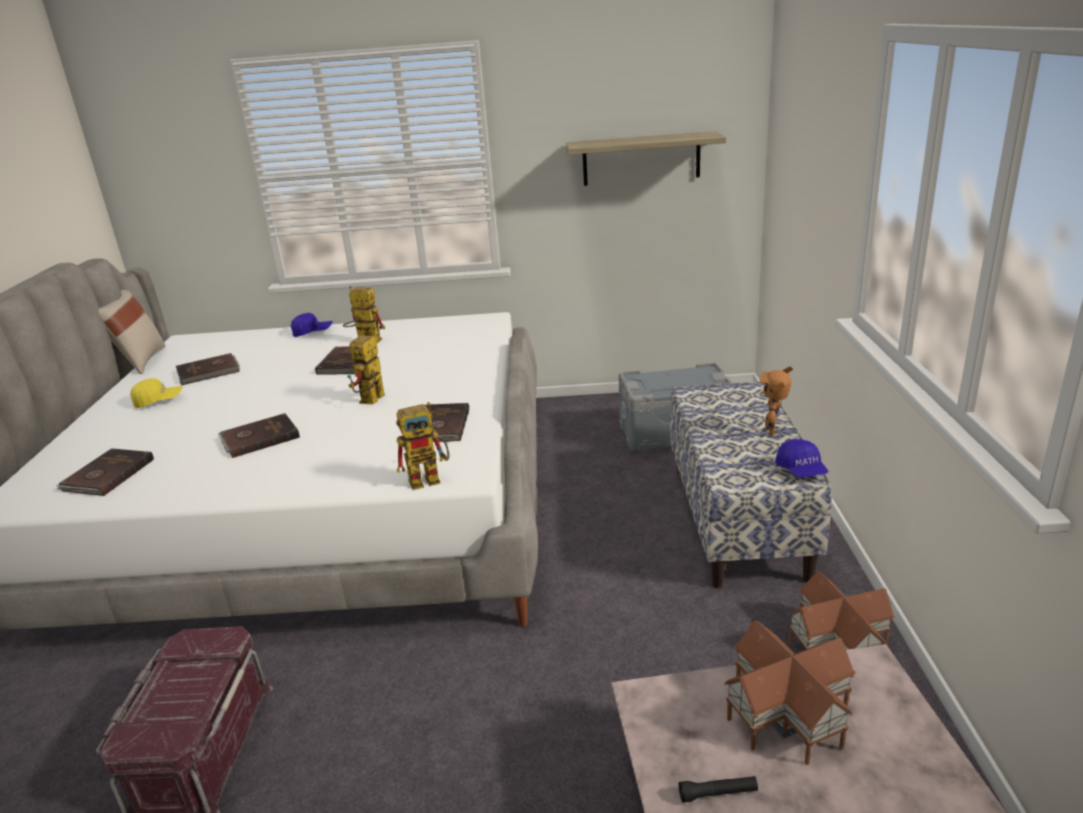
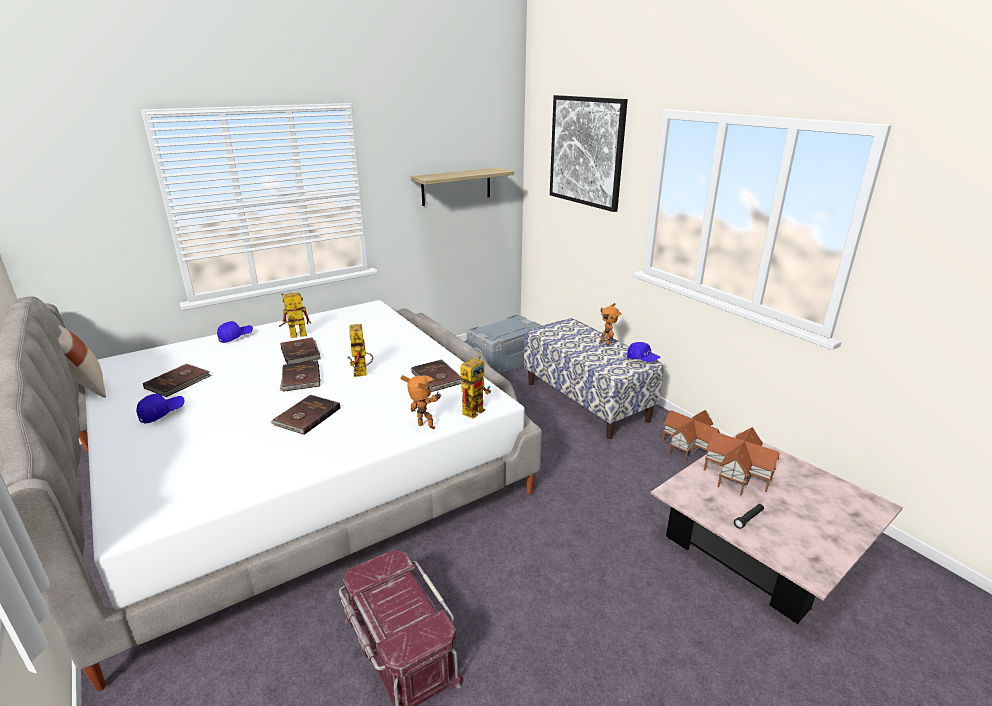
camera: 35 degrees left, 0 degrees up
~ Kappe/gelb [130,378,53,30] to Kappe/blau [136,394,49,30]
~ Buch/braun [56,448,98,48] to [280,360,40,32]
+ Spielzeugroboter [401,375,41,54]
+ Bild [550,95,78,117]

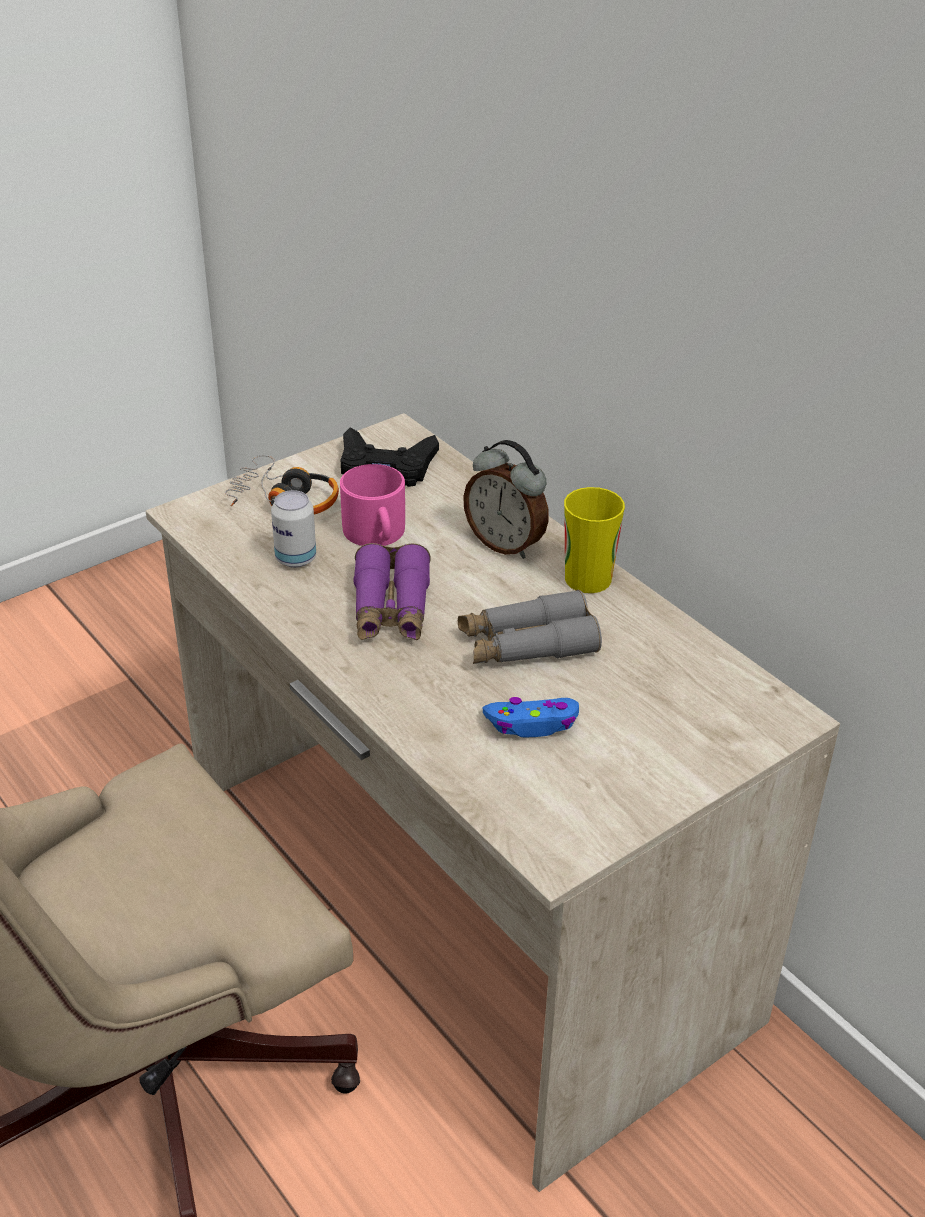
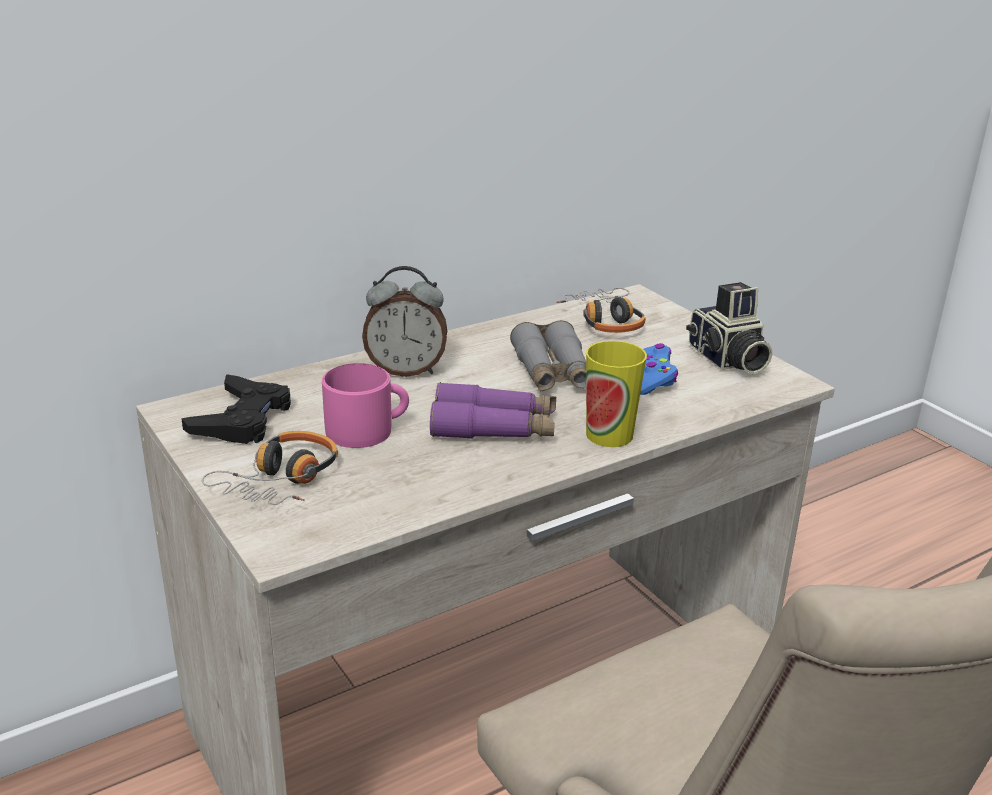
camera: 85 degrees left, 10 degrees down
~ Wecker [463,440,86,119] = [362,266,85,111] 45 degrees clockwise
+ Kopfhörer [556,288,90,45]
~ Tasse [564,487,61,106] to [586,341,61,106]
+ Kamera [686,282,87,92]
- Dose [271,490,45,78]

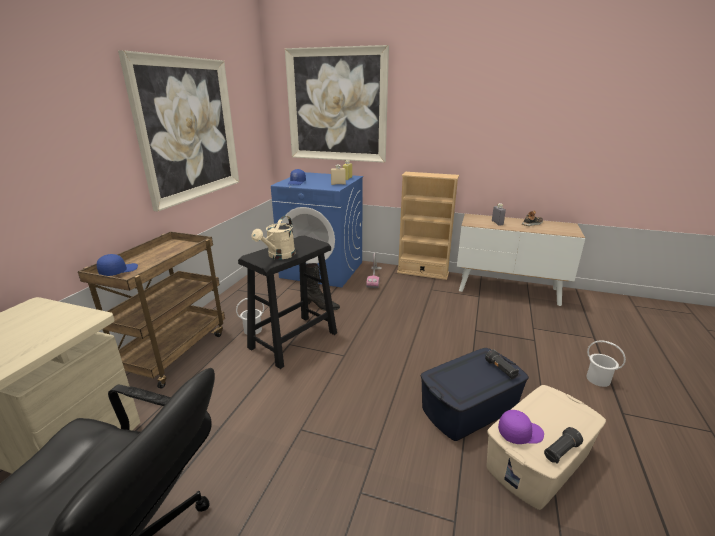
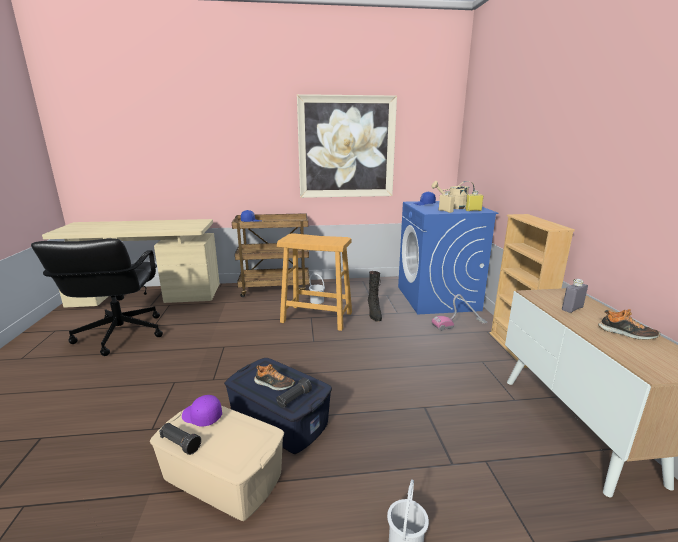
camera: 65 degrees right, 5 degrees down
~ Kappe/lila [498,410,46,34] = [182,395,40,31] 150 degrees clockwise
+ Schuh [254,364,41,26]
~ Hocker/schwarz [238,236,99,133] to Hocker/beige [277,233,75,98]
~ Gießkanne/beige [252,216,43,43] to [431,181,44,28]
- Bild [285,45,104,118]

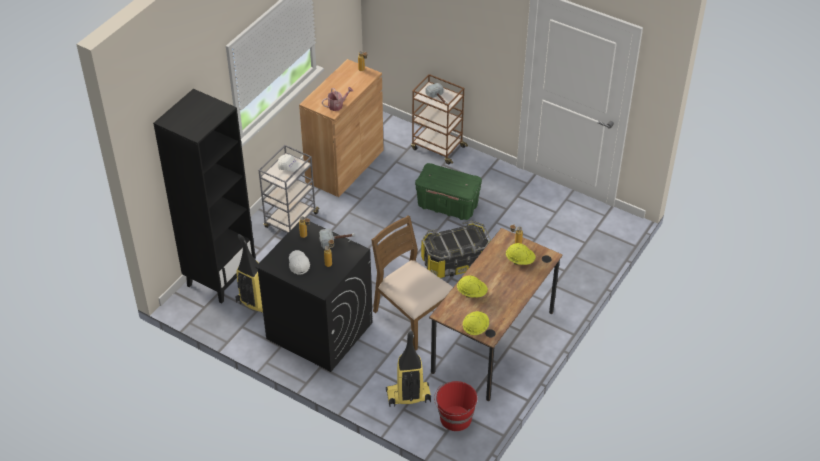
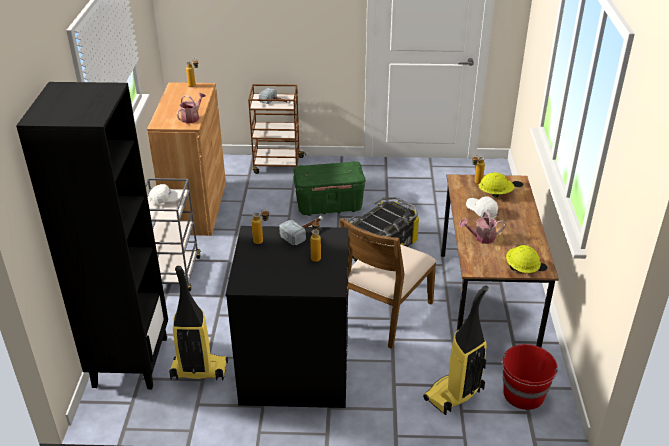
camera: 30 degrees left, 10 degrees down
~ Stuhl/braun [371,215,82,136] = [340,218,96,131] 75 degrees counterclockwise
~ Schutzhelm/gelb [457,275,31,23] to Gießkanne [460,211,46,33]
~ Kappe/weiß [289,250,21,25] to [466,196,32,23]

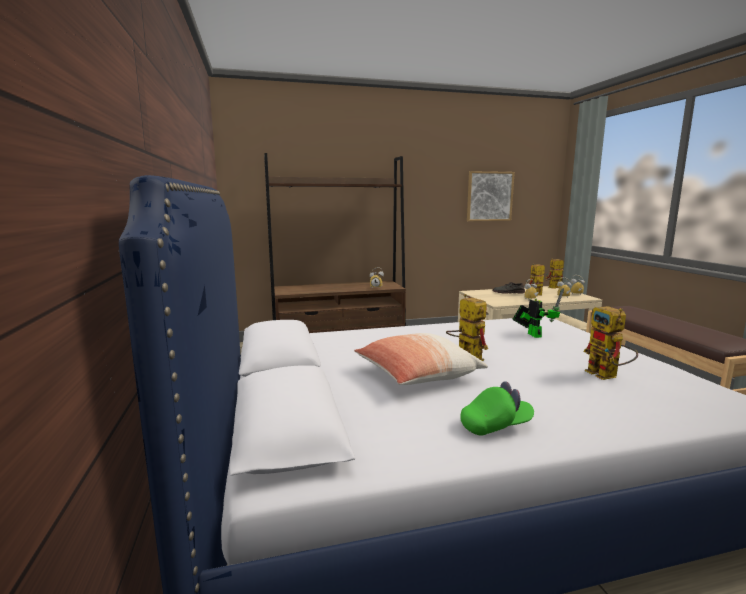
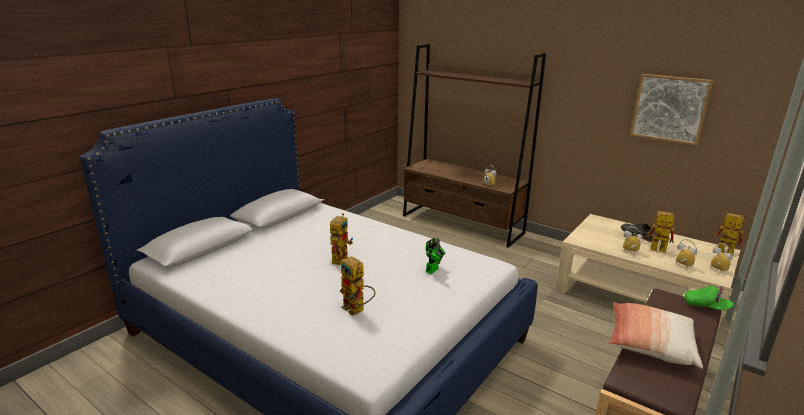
camera: 50 degrees right, 10 degrees up
~ Spielzeugroboter [584,306,54,74] = [340,256,35,60] 75 degrees counterclockwise
~ Kissen [354,333,134,52] to [608,302,95,67]
~ Kappe/grün [460,381,74,55] to [684,286,50,24]

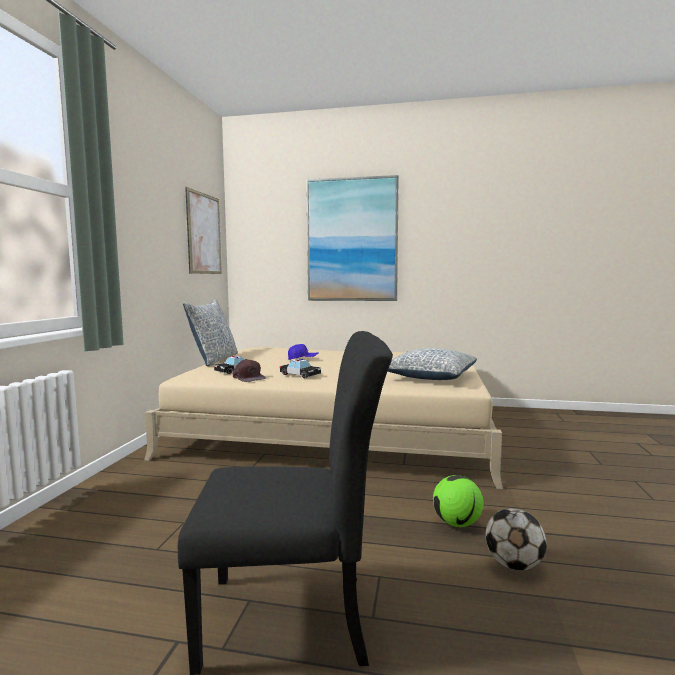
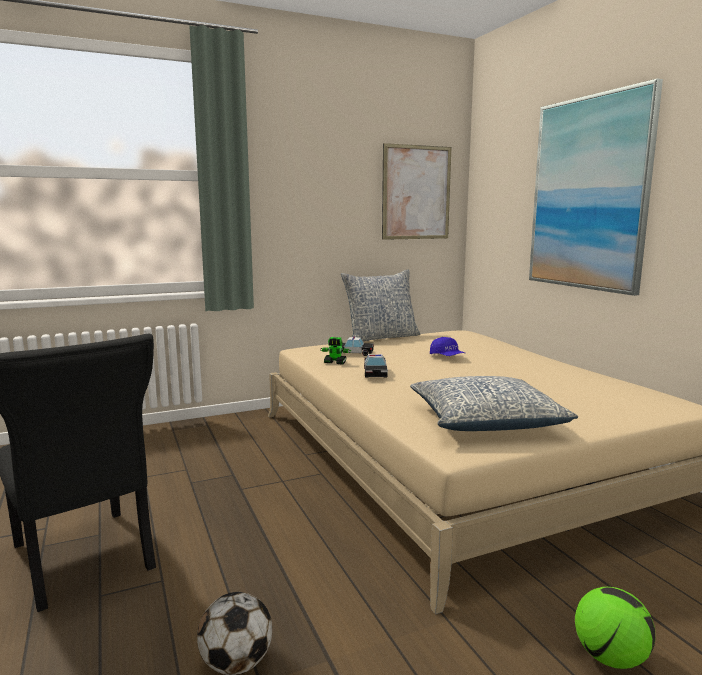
camera: 55 degrees right, 5 degrees up
~ Kappe/braun [233,359,33,23] to Spielzeugroboter [321,337,30,28]
~ Fußball [433,475,50,52] to [575,587,80,82]

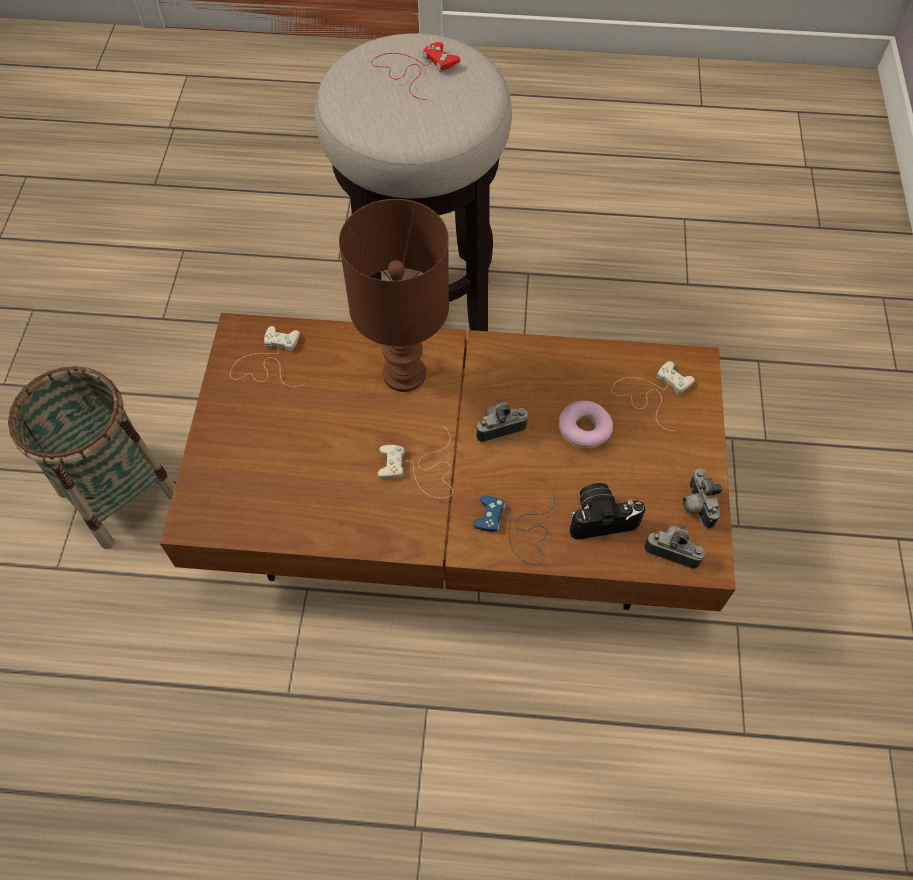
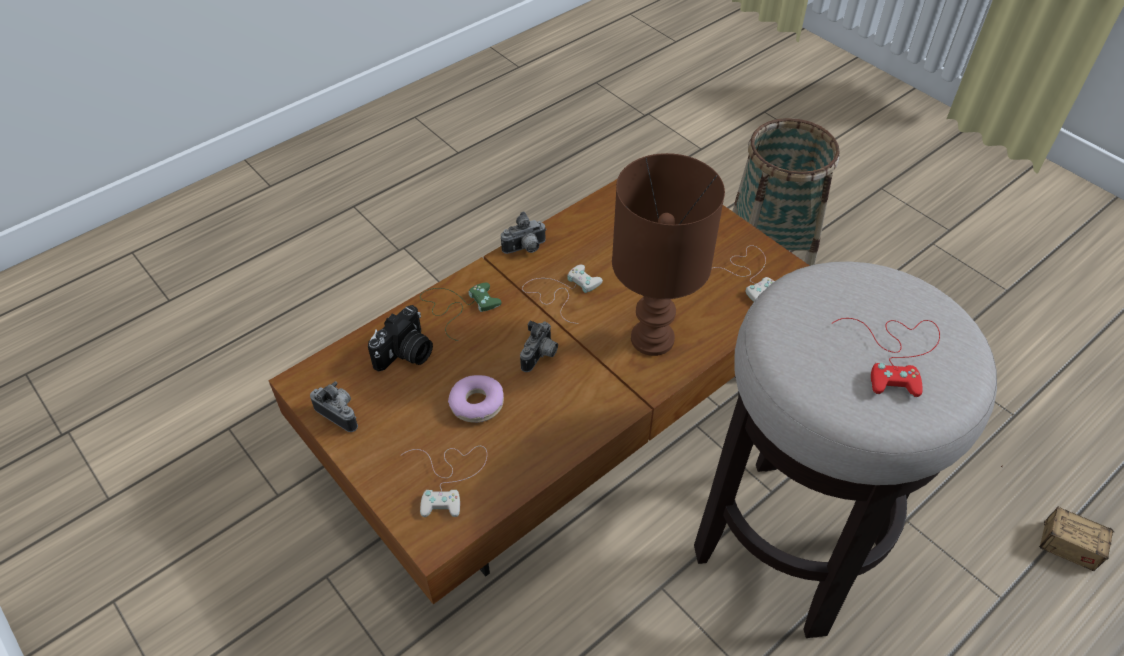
camera: 135 degrees right, 10 degrees down
~ Gamepad/blau [473,490,82,75] to Gamepad/grün [420,283,81,58]
~ Kamera [644,524,61,45] to [501,211,46,43]
+ Aufbewahrungsbox [1001,465,113,107]

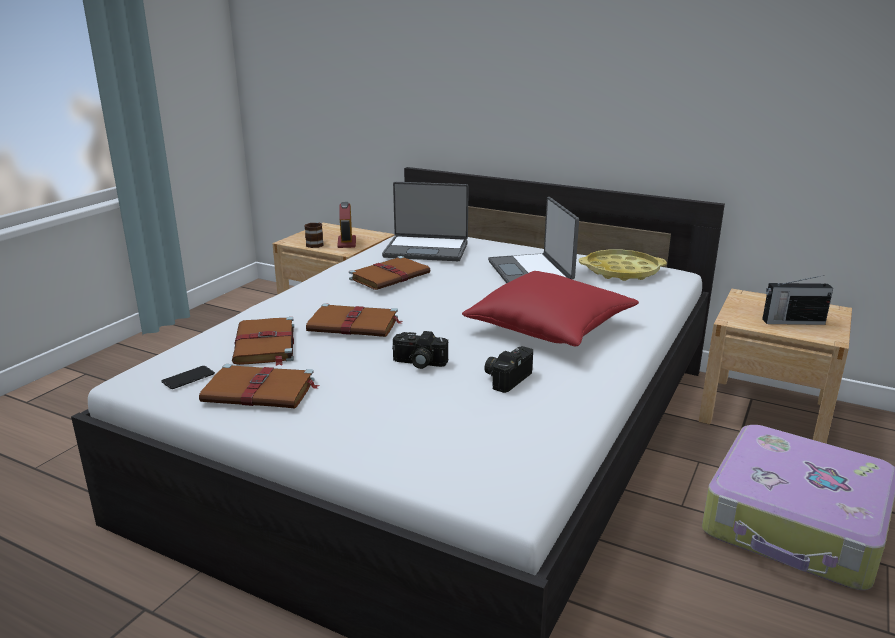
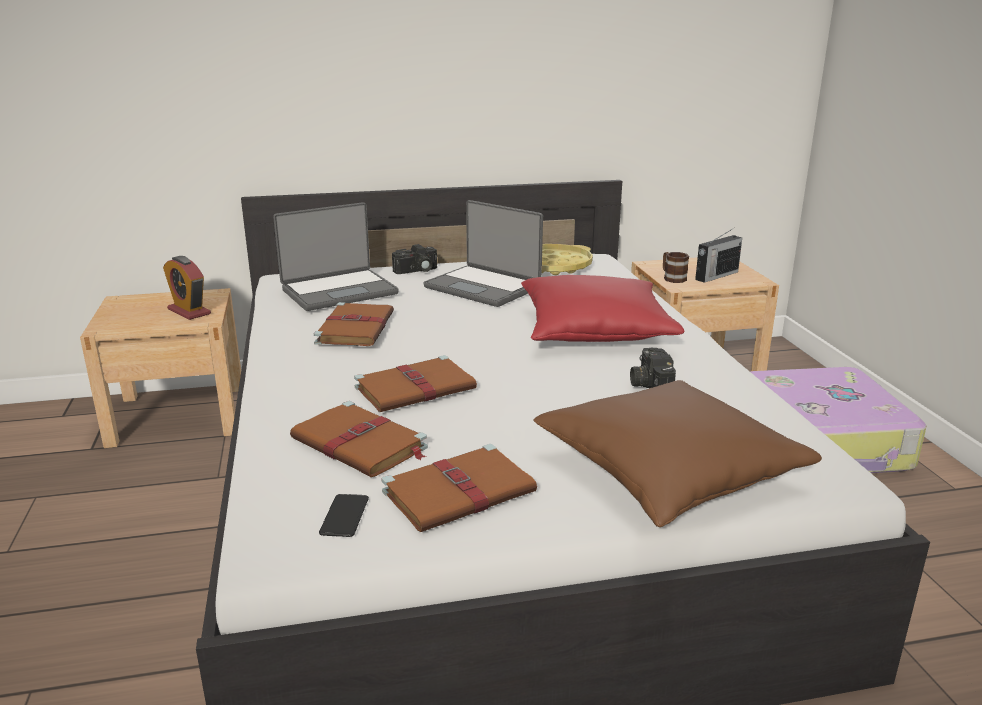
camera: 40 degrees left, 0 degrees up
~ Kamera [392,331,56,38] to [392,244,45,30]
+ Kissen/braun [533,380,289,147]
~ Henkelbecher/braun [304,223,20,25] to [663,252,26,31]

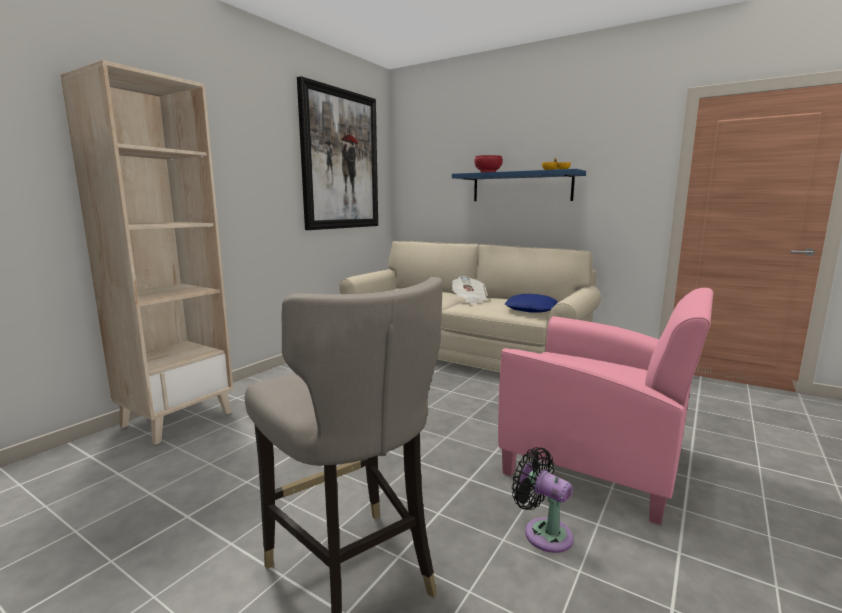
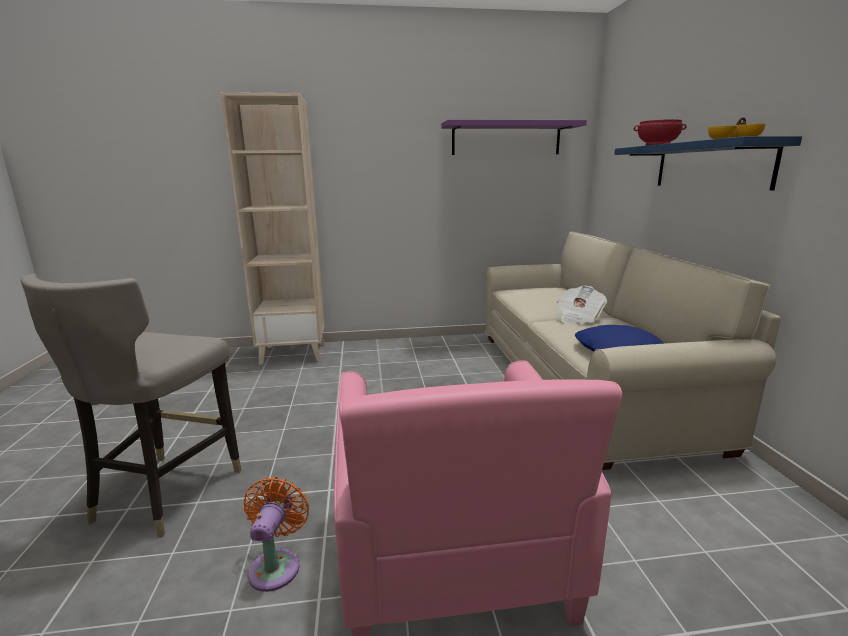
camera: 50 degrees right, 5 degrees up
~ Ventilator/schwarz [512,447,61,106] to Ventilator/orange [243,477,66,115]
~ Bild [297,76,81,154] to Wandregal/lila [441,120,146,35]

